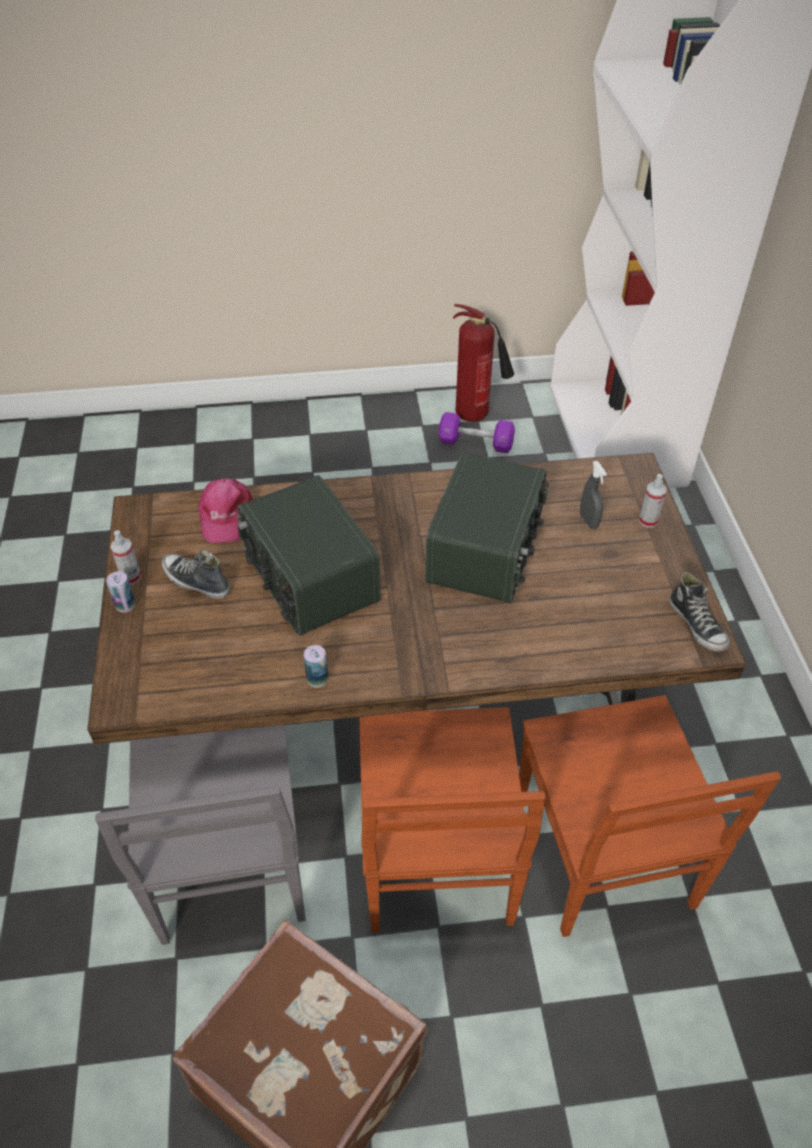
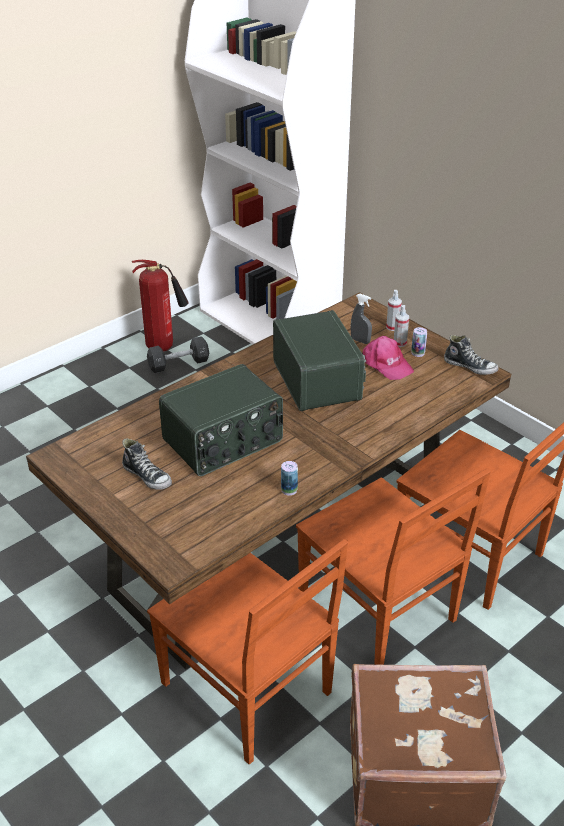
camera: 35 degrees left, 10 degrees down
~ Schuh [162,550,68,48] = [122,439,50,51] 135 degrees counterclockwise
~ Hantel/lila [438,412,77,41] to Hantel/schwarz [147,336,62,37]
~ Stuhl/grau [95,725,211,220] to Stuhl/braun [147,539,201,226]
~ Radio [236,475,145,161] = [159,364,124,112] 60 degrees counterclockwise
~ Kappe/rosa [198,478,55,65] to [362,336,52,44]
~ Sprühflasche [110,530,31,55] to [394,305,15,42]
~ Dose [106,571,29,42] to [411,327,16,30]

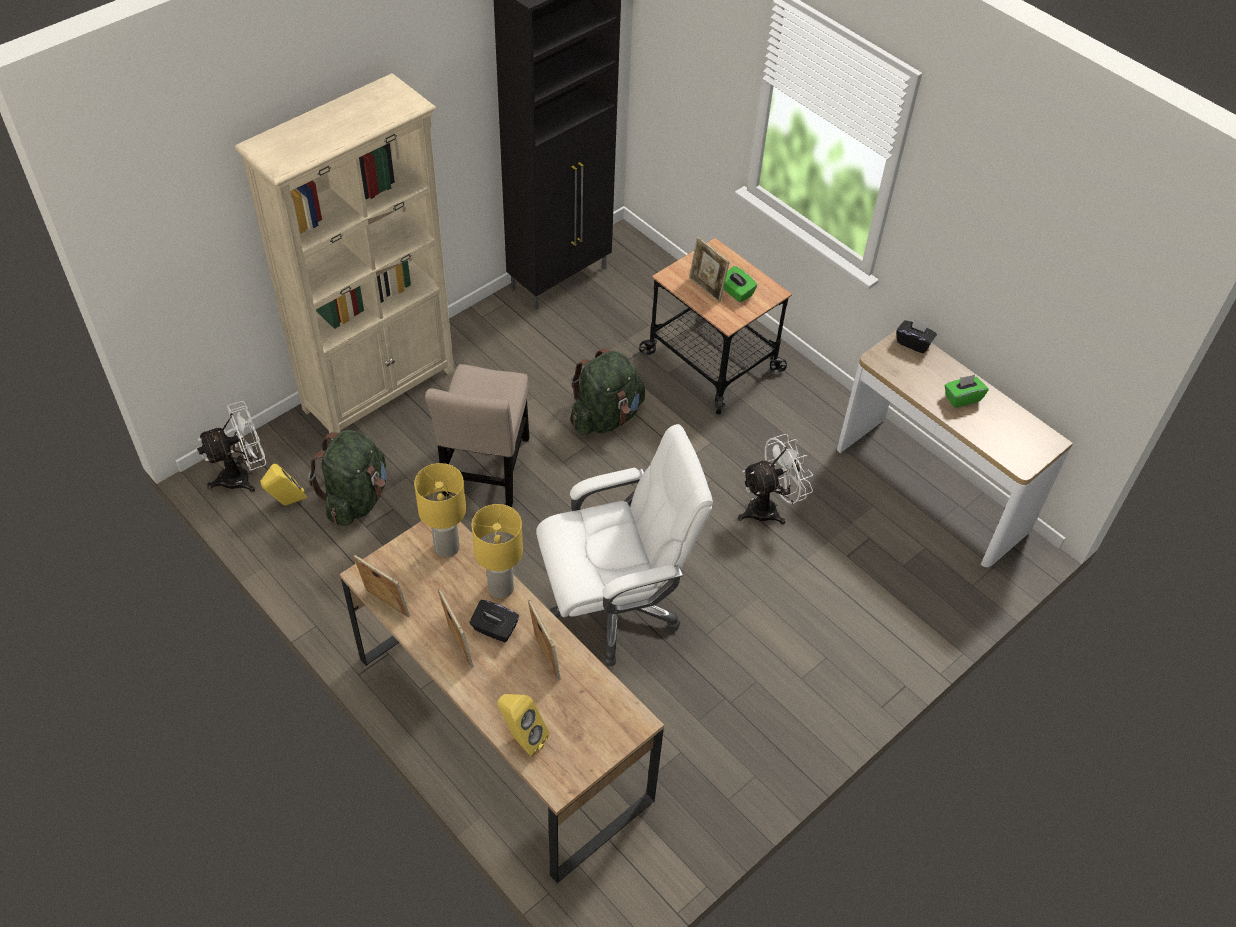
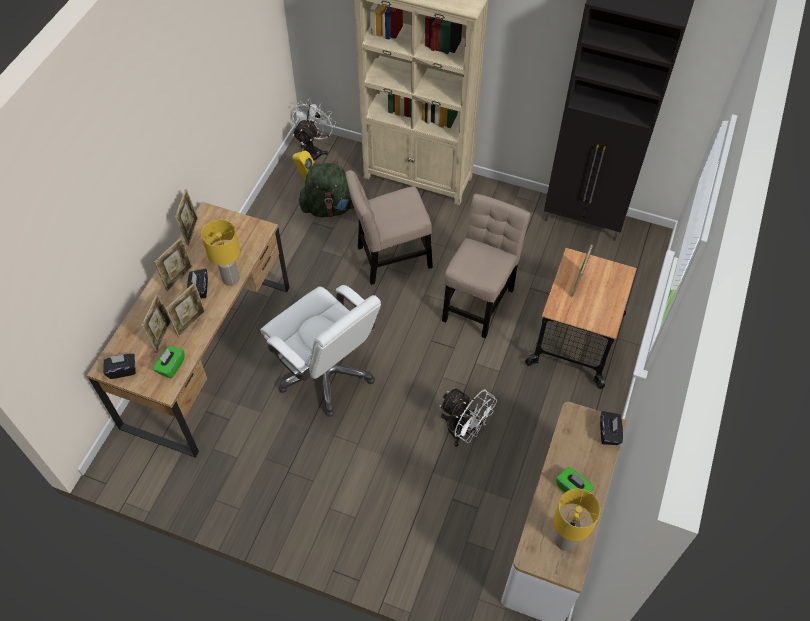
camera: 65 degrees right, 5 degrees up
+ Taschentuchbox/schwarz [103,354,33,25]
+ Bilderrahmen [141,294,30,59]
~ Taschentuchbox/grün [724,266,33,36] to [153,346,32,32]
~ Ventilator/weiß [197,401,69,91] = [292,98,44,63] 105 degrees counterclockwise
~ Rucksack/grün [570,348,75,87] to Stuhl/beige [442,194,88,144]
~ Tischlampe/gelb [414,463,52,94] to [553,489,47,62]
- Lautsprecher/gelb [497,694,52,63]

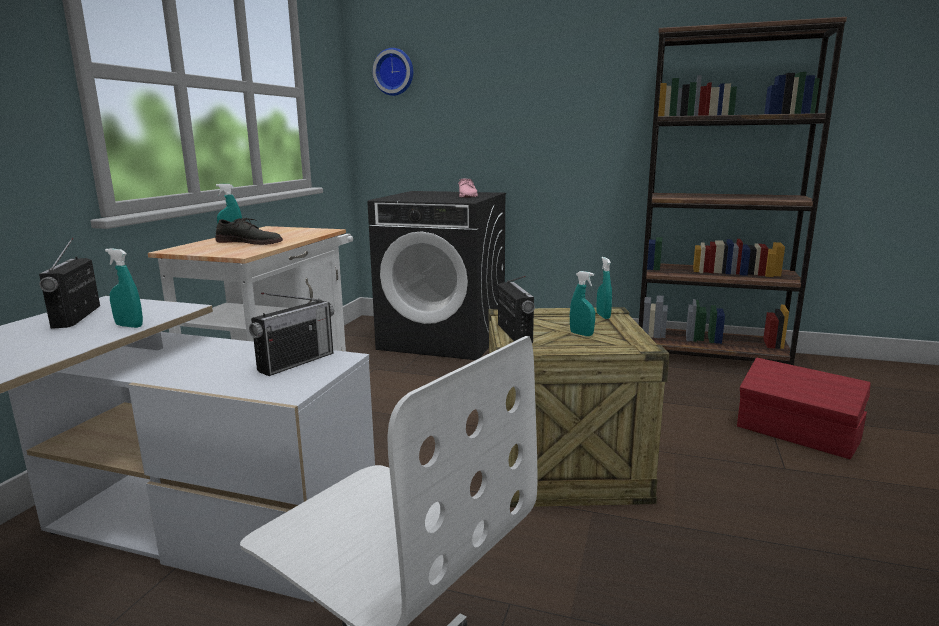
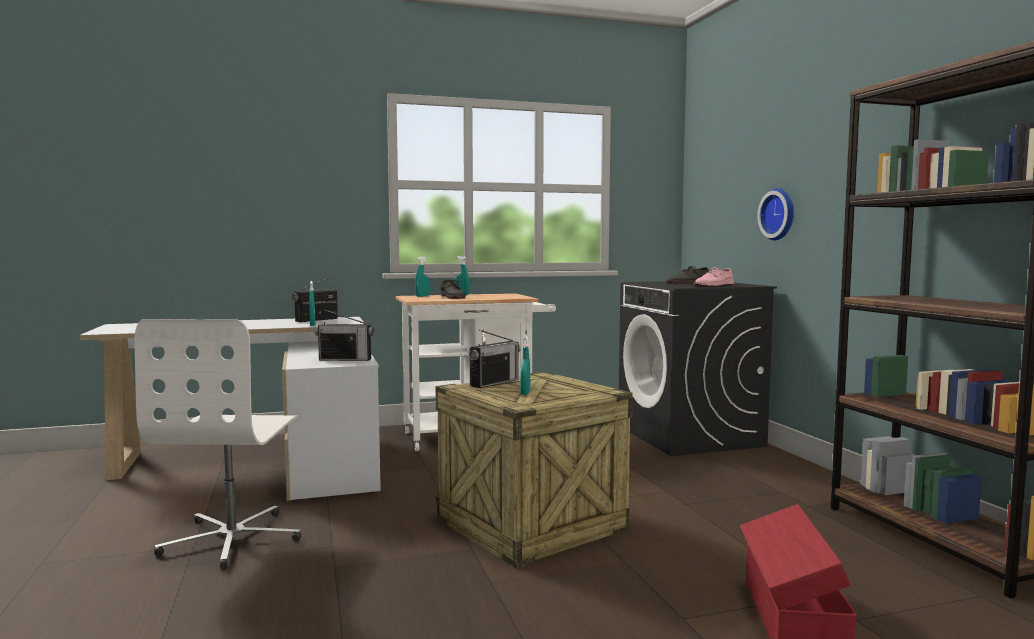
camera: 55 degrees right, 10 degrees down
~ Sprühflasche/türkis [596,257,16,62] to [415,257,15,40]
+ Schuh/grau [666,266,43,18]
~ Wanduhr [373,48,40,48] to [757,188,37,52]

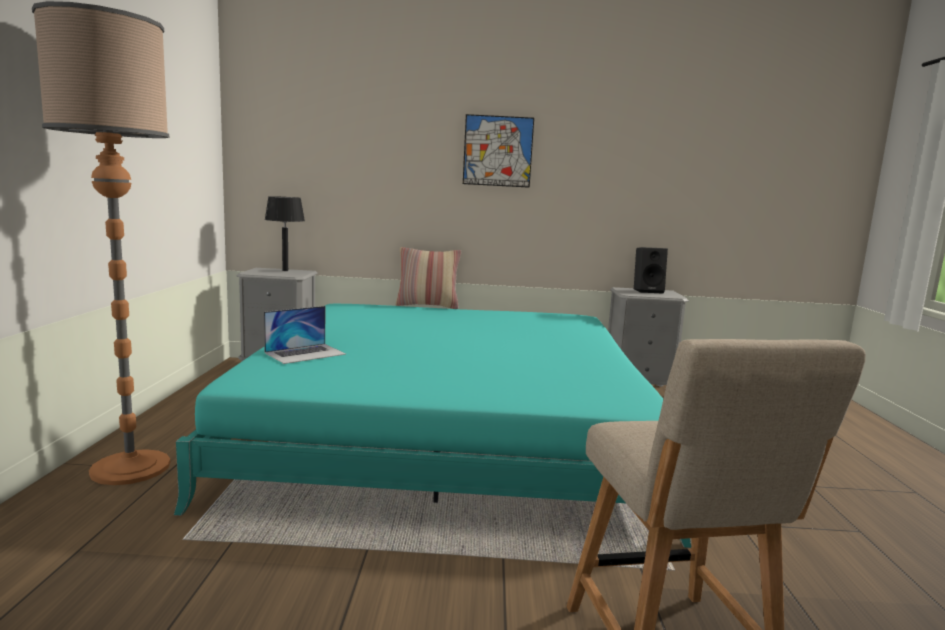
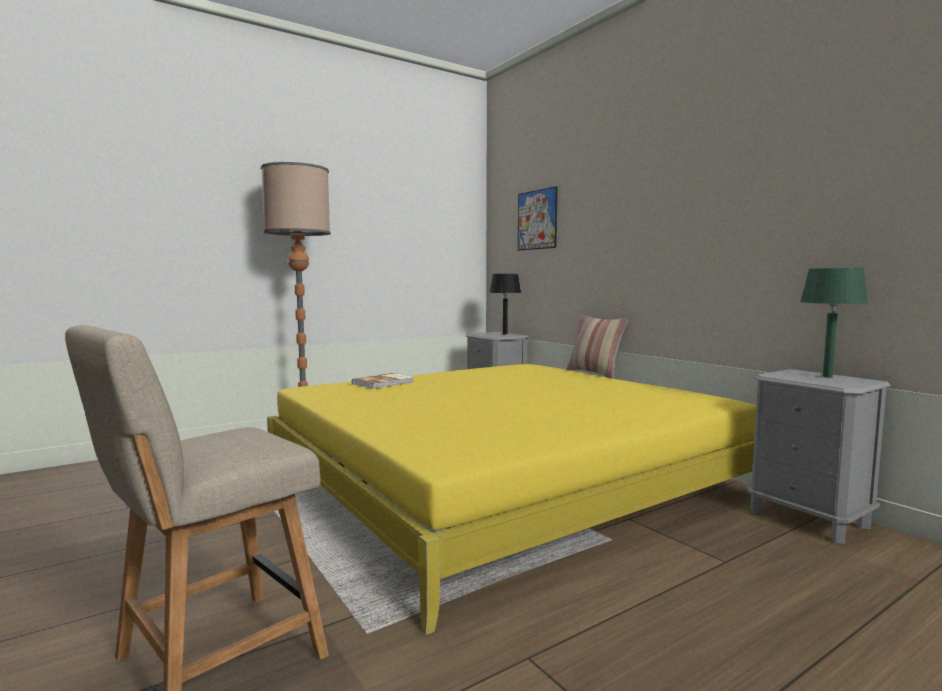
camera: 55 degrees right, 5 degrees down
~ Bett/türkis [174,304,517,244] to Bett/gelb [267,364,489,271]
~ Laptop [264,306,82,58] to Buch [352,373,62,16]
~ Bild [463,114,71,74] to [518,186,39,64]
~ Lautsprecher/schwarz [634,247,34,47] to Tischlampe/grün [800,268,68,110]

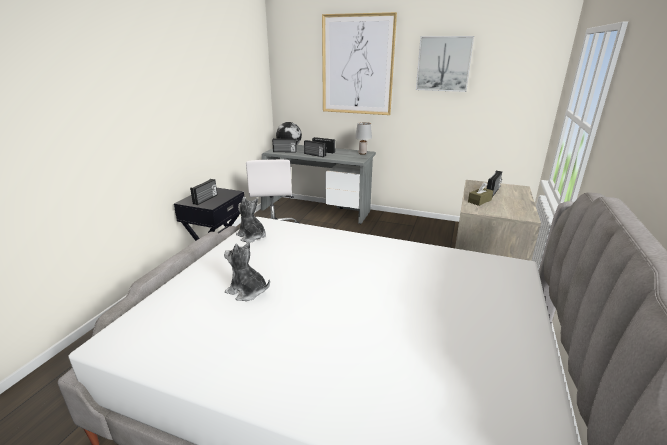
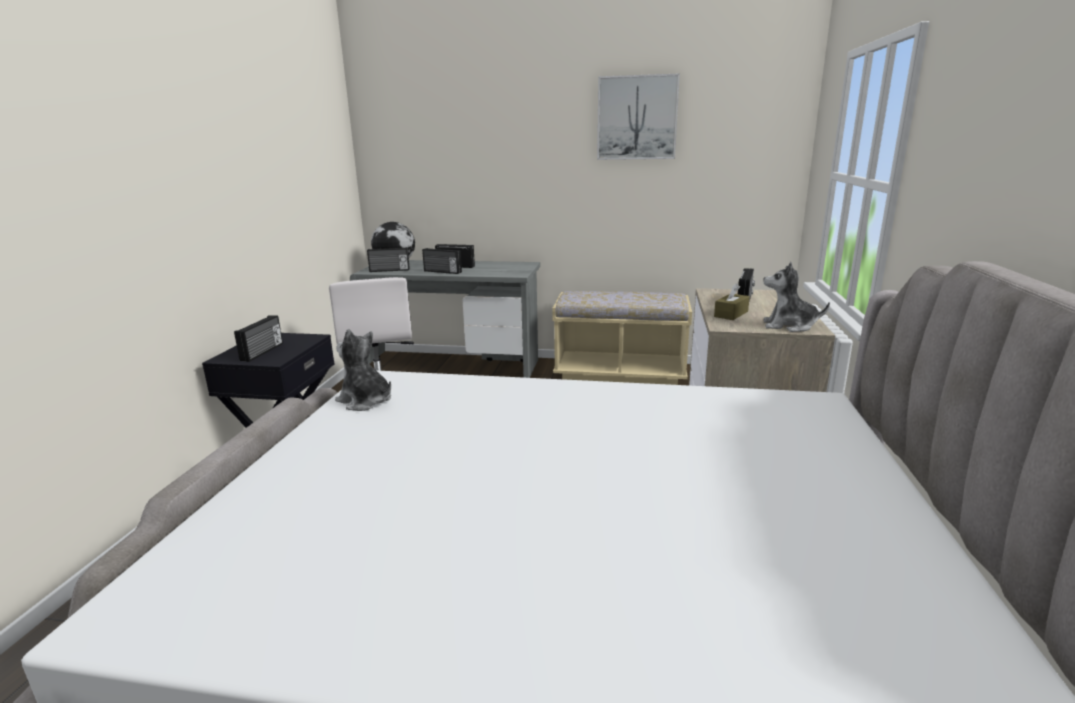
camera: 10 degrees left, 5 degrees down
+ Bank/beige [553,291,139,94]
~ Plüschtier [224,241,46,60] to [764,262,66,70]
- Bild [322,12,75,103]
- Tischlampe/grau [355,122,17,33]

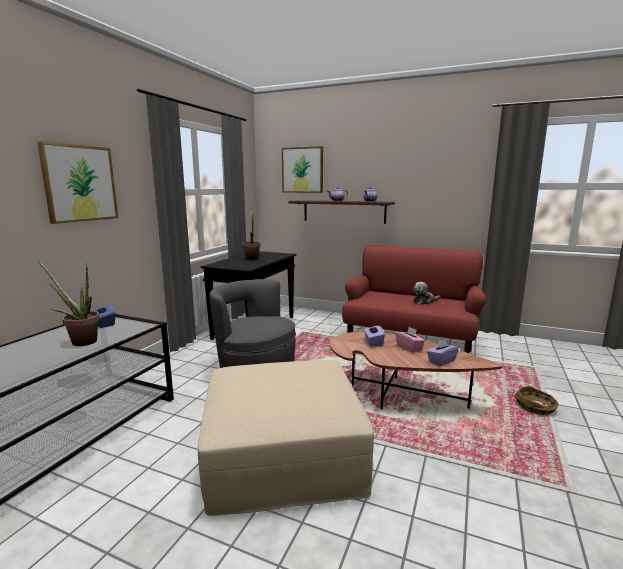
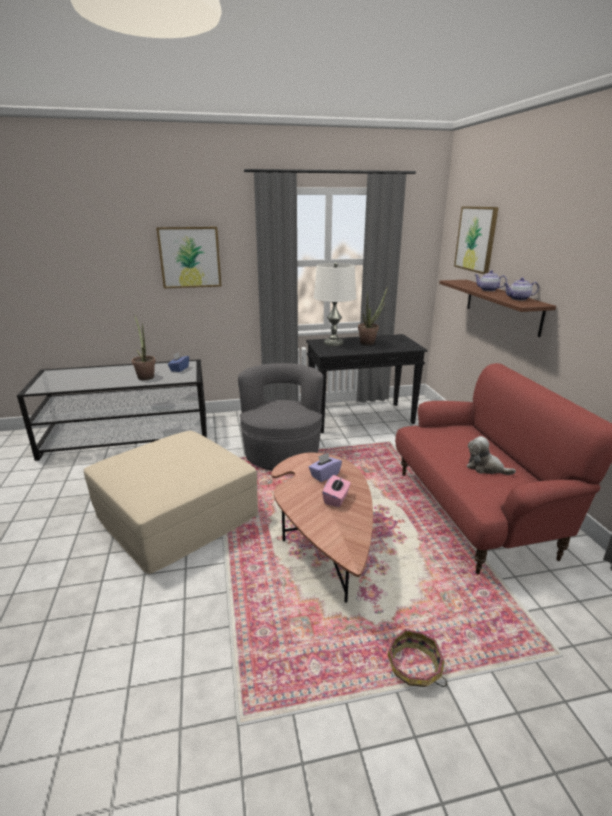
camera: 55 degrees right, 10 degrees up
+ Tischlampe/weiß [314,262,42,84]
- Taschentuchbox/lila [427,339,32,27]

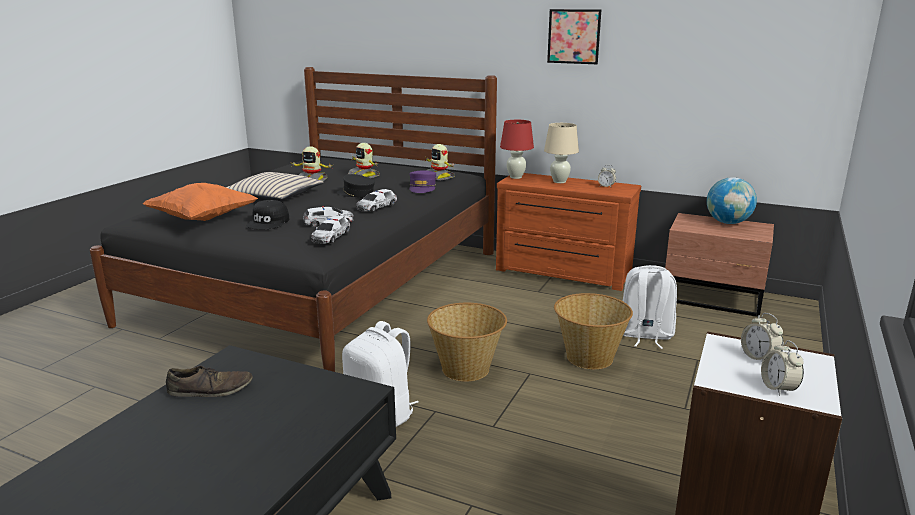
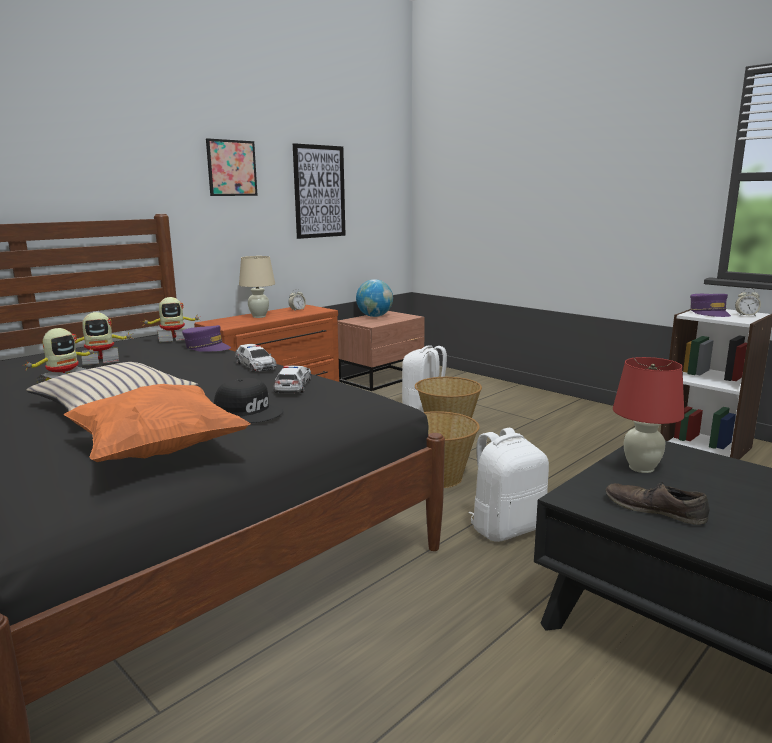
camera: 70 degrees left, 5 degrees down
+ Bild [293,143,52,96]
~ Schuh/braun [166,366,87,31] = [606,482,103,43] 60 degrees counterclockwise
~ Tischlampe/rot [500,120,34,59] to [613,357,72,116]
~ Wecker [741,313,42,48] to Kappe/lila [690,294,41,23]
- Spielzeugauto [311,216,39,28]
- Kappe/schwarz [337,174,38,24]

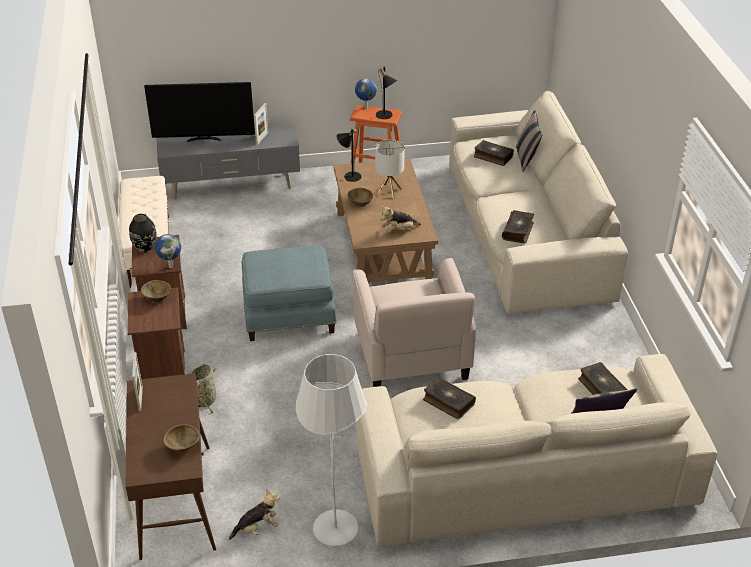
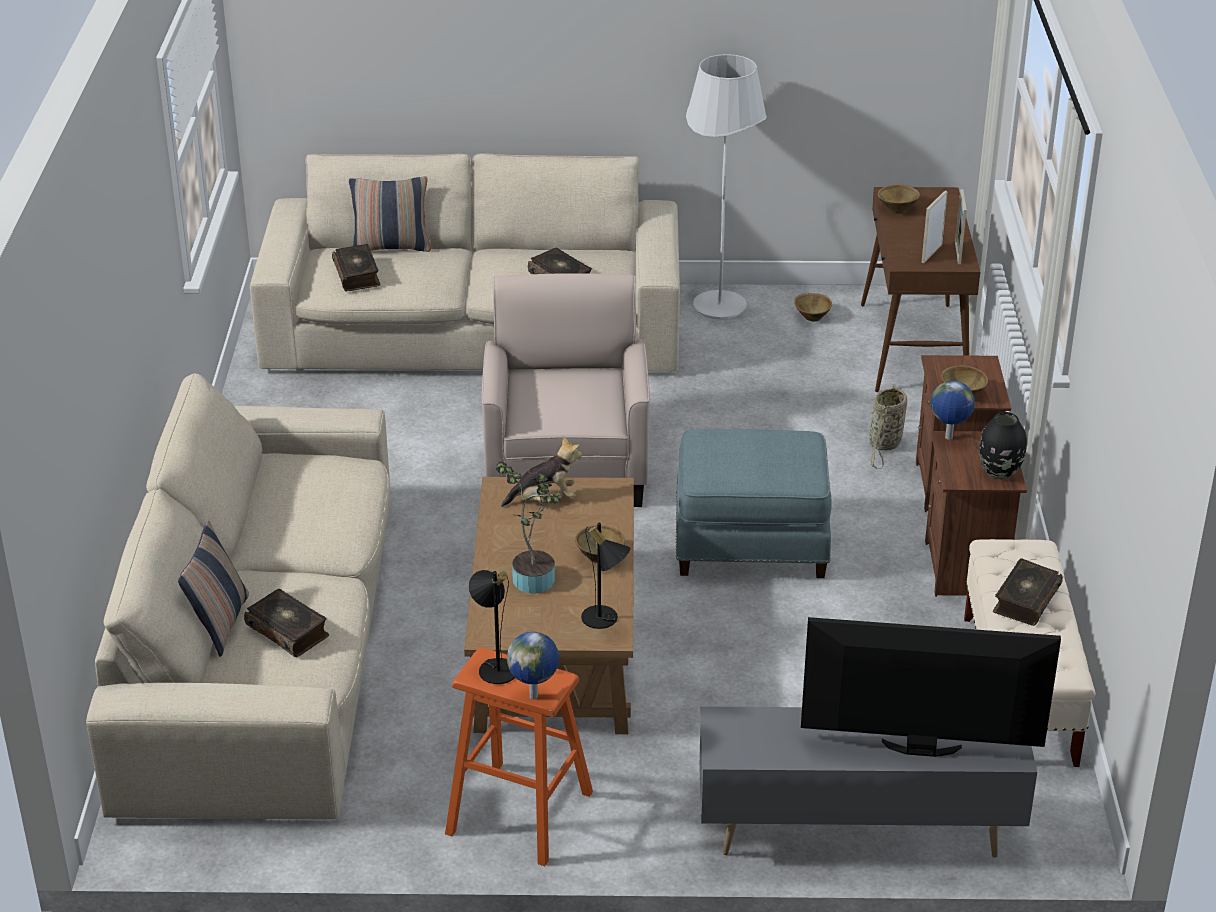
camera: 170 degrees left, 5 degrees down
~ Tischlampe [375,140,30,59] to Topfpflanze [496,461,67,132]
~ Plüschtier [229,489,51,51] to Schüssel/braun [794,293,38,29]
~ Bilderrahmen [254,103,14,42] to [921,191,27,72]
~ Buch [502,210,32,34] to [993,559,70,67]

